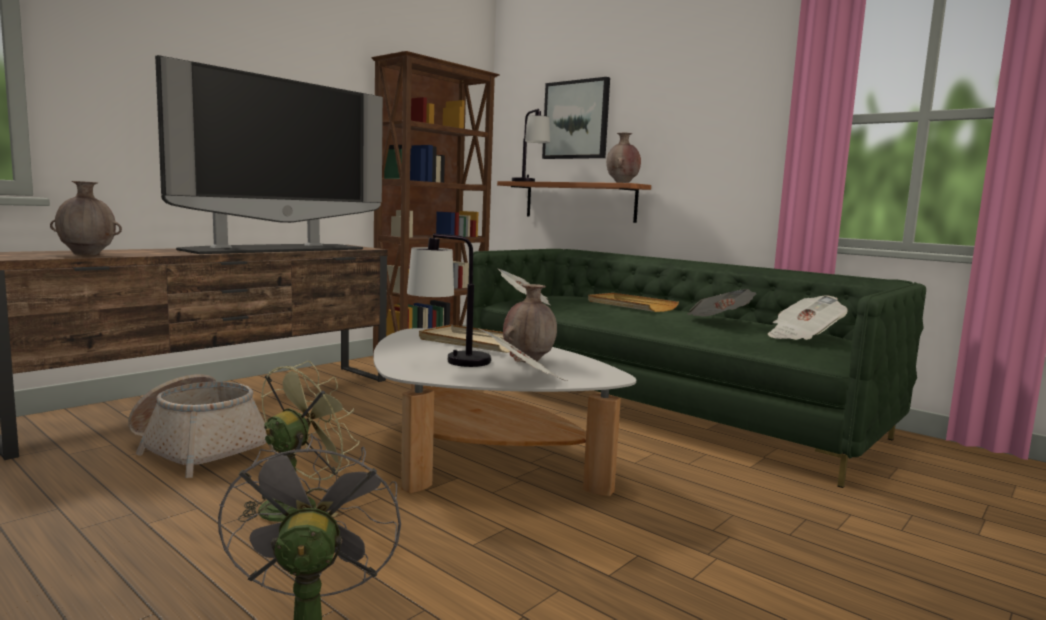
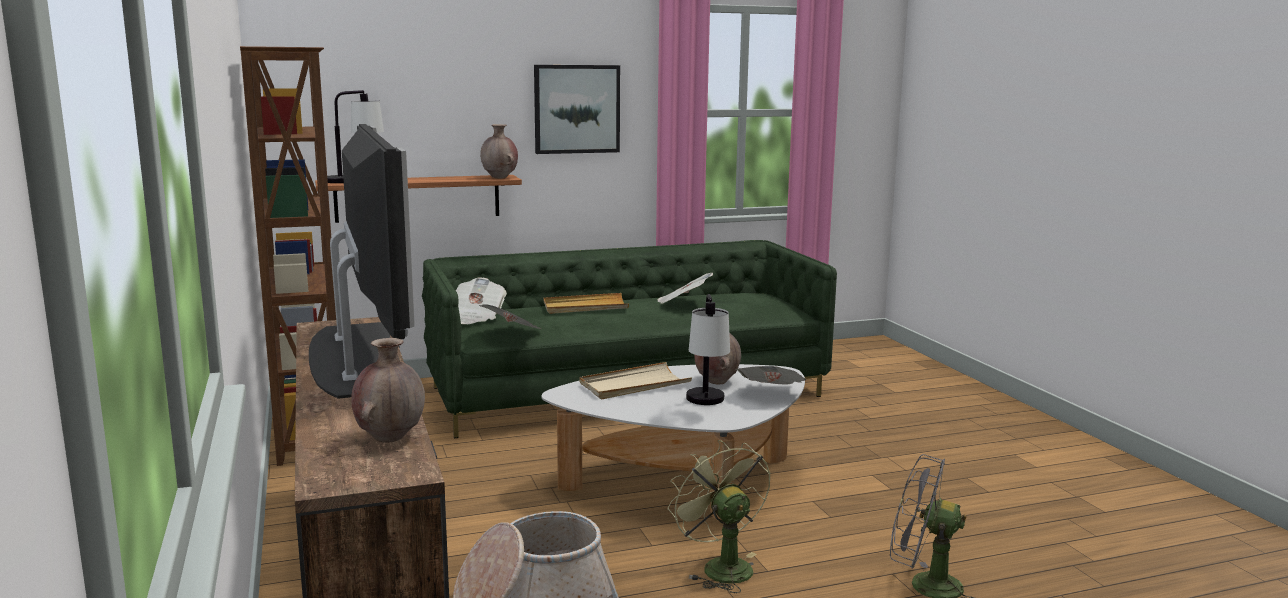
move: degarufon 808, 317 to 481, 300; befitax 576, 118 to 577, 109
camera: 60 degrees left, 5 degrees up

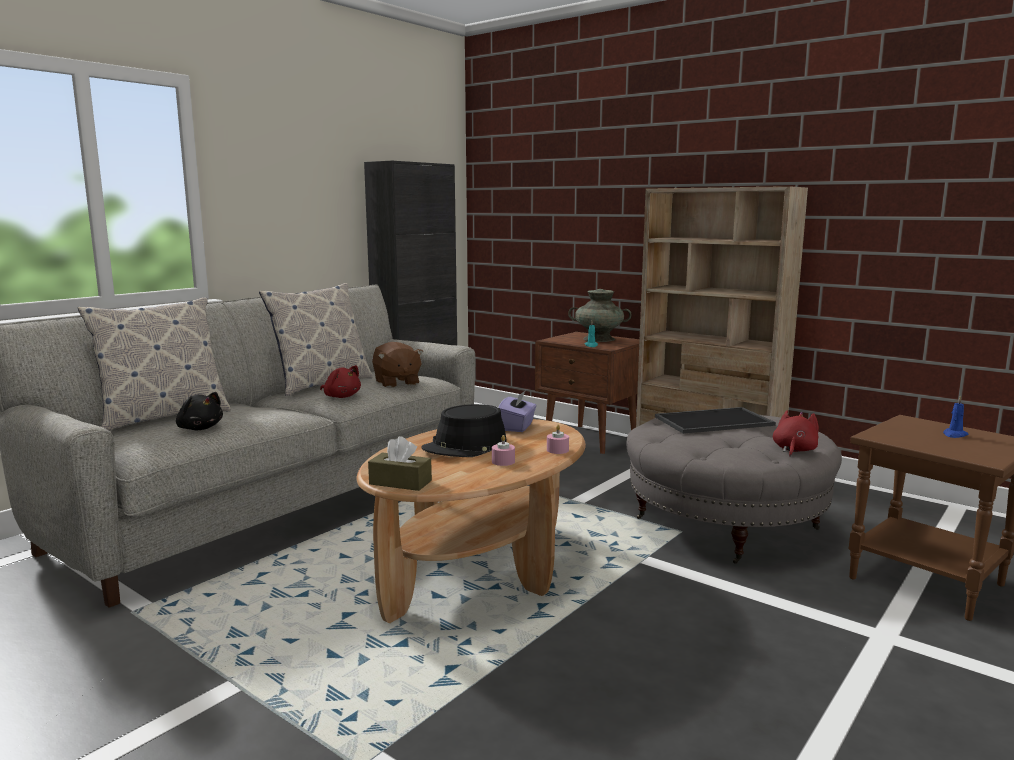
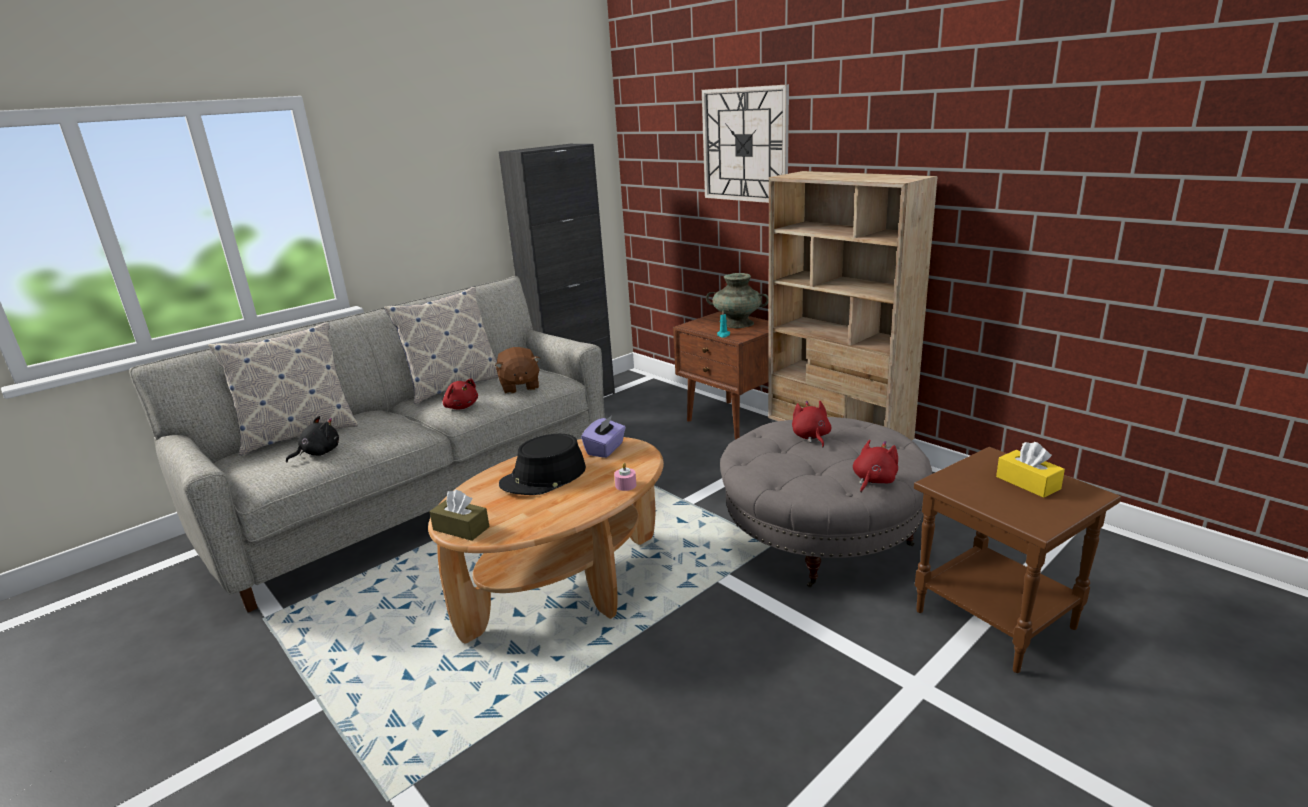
delete: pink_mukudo 503, 450
insert: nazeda 745, 143
replace: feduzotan 715, 420 to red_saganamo 811, 424; blue_mukudo 955, 416 to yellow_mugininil 1030, 470
rotate: black_saganamo 199, 411 = 312, 439 90 degrees counterclockwise
camera: 10 degrees right, 10 degrees up

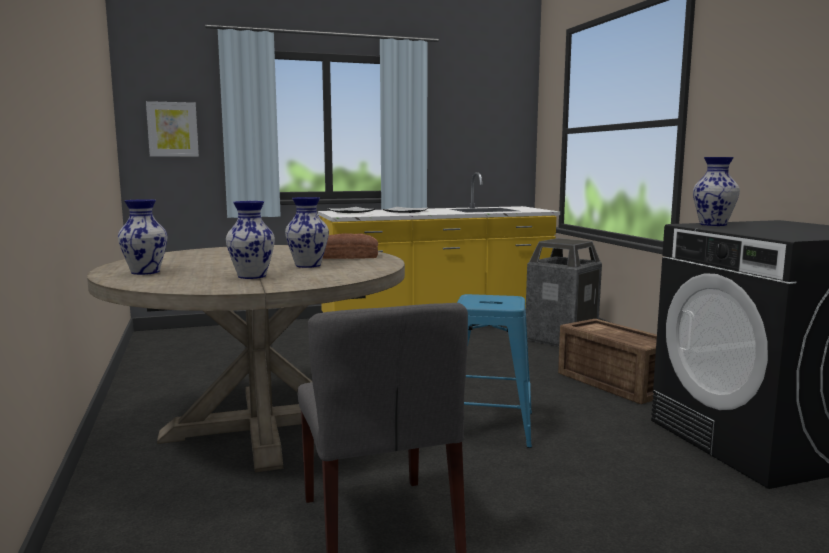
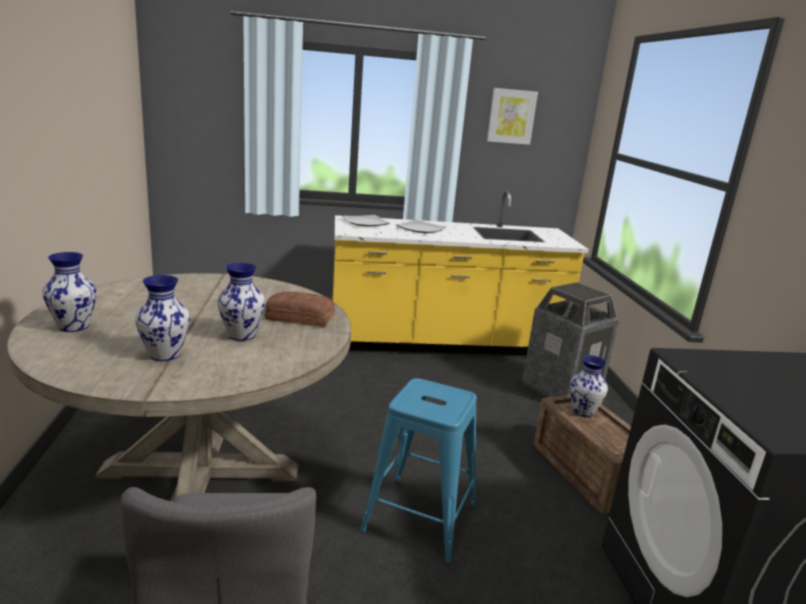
move: befitax 172, 129 to 512, 116; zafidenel 716, 191 to 589, 386
camera: 10 degrees right, 10 degrees up

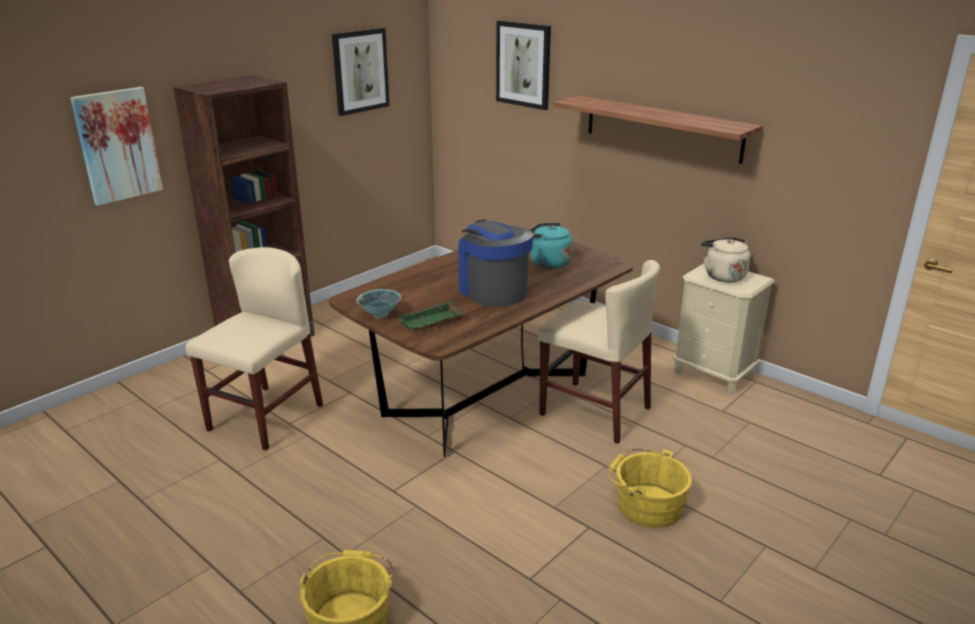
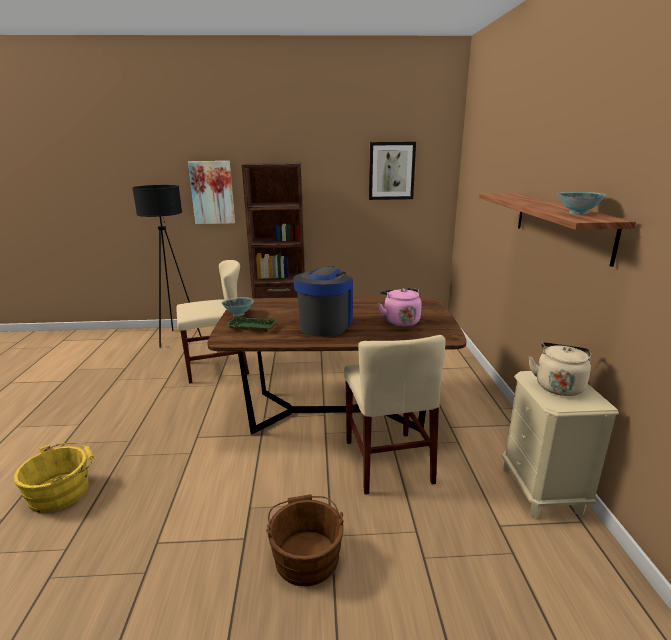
delete: befitax 523, 65
insert: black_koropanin 167, 266; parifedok 582, 203
recolor: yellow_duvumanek 650, 488 to brown_duvumanek 305, 540; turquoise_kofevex 551, 245 to pink_kofevex 400, 307
camera: 45 degrees right, 5 degrees down

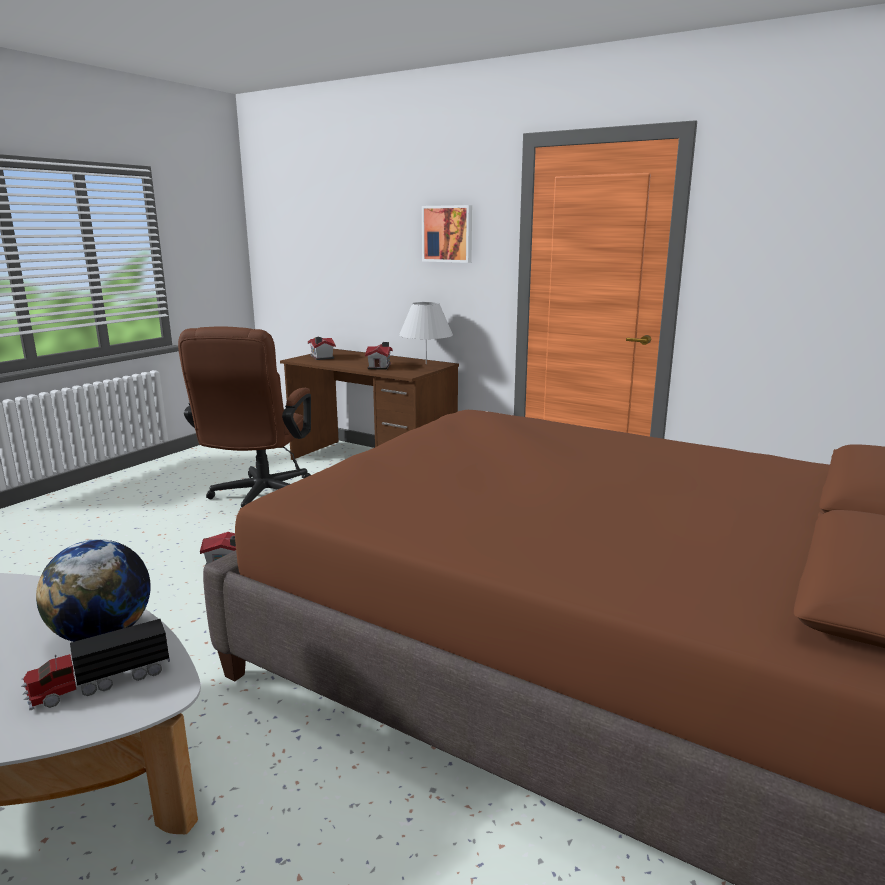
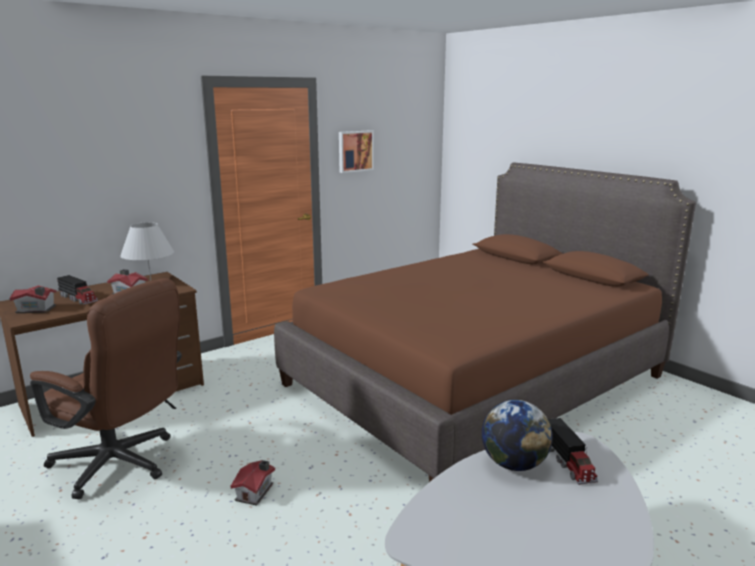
insert: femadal 77, 290
move: befitax 447, 234 to 356, 151
camera: 70 degrees left, 0 degrees up

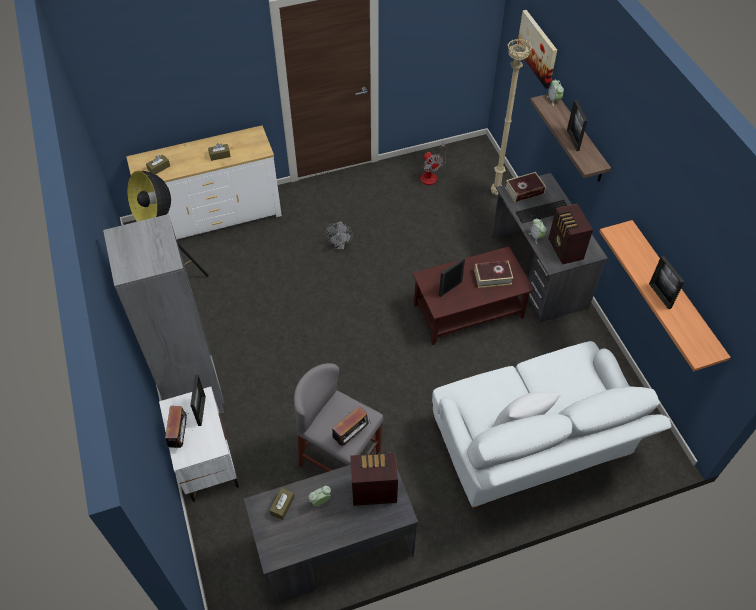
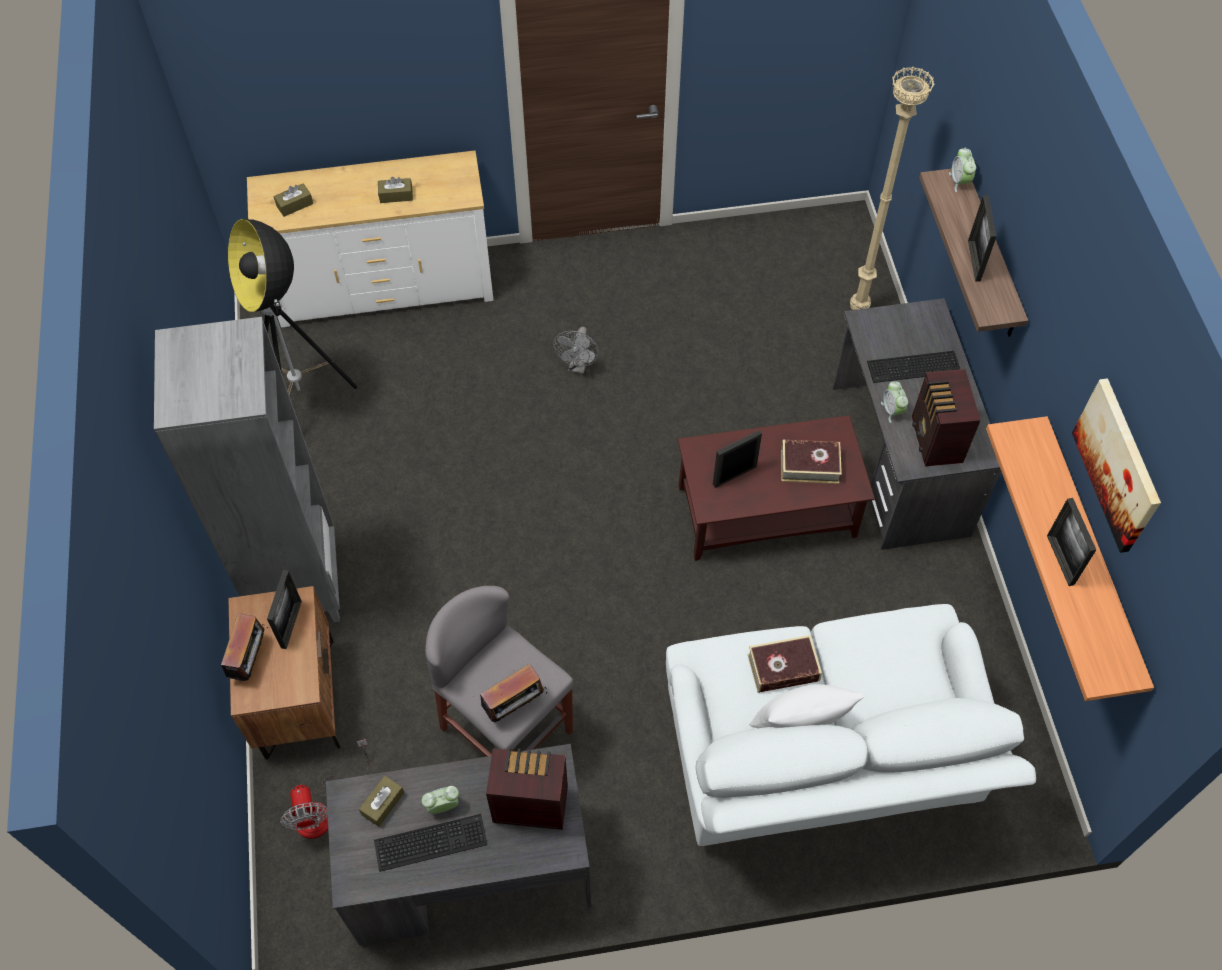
insert: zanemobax 430, 843
move: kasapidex 433, 163 to 324, 789; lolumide 525, 187 to 784, 664; befitax 537, 49 to 1116, 465
recolor: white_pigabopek 199, 444 to brown_pigabopek 284, 673
camera: 10 degrees right, 5 degrees up

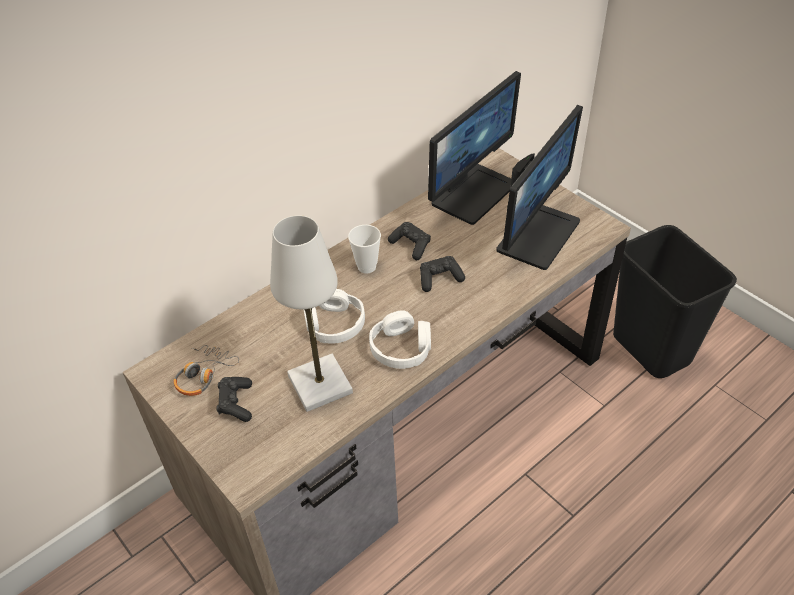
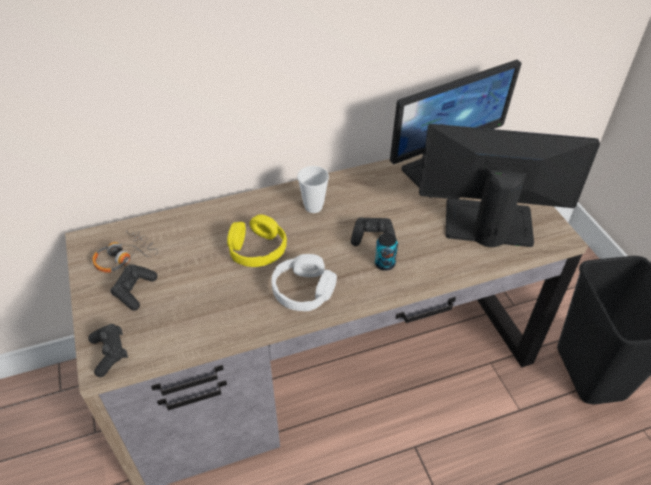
delete: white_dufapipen 311, 313
insert: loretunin 386, 252
move: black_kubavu 409, 241 to 108, 350
recolor: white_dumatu 334, 316 to yellow_dumatu 257, 240
rotate: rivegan 539, 187 = 509, 185 135 degrees counterclockwise
camera: 20 degrees right, 0 degrees up

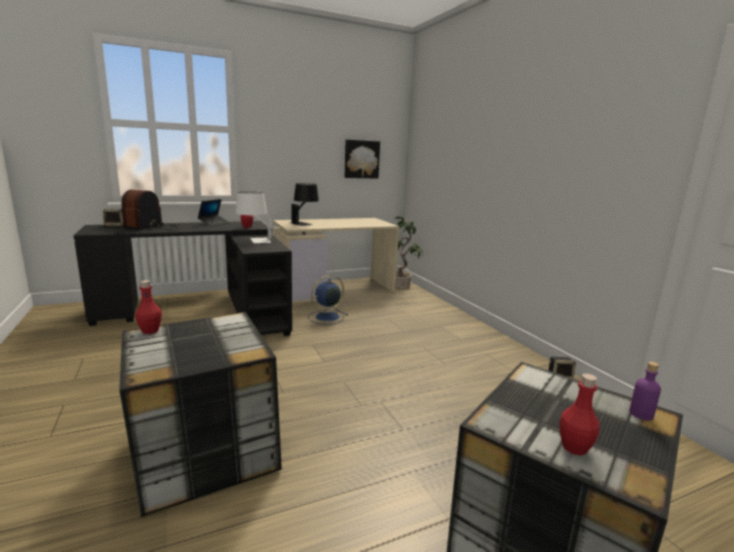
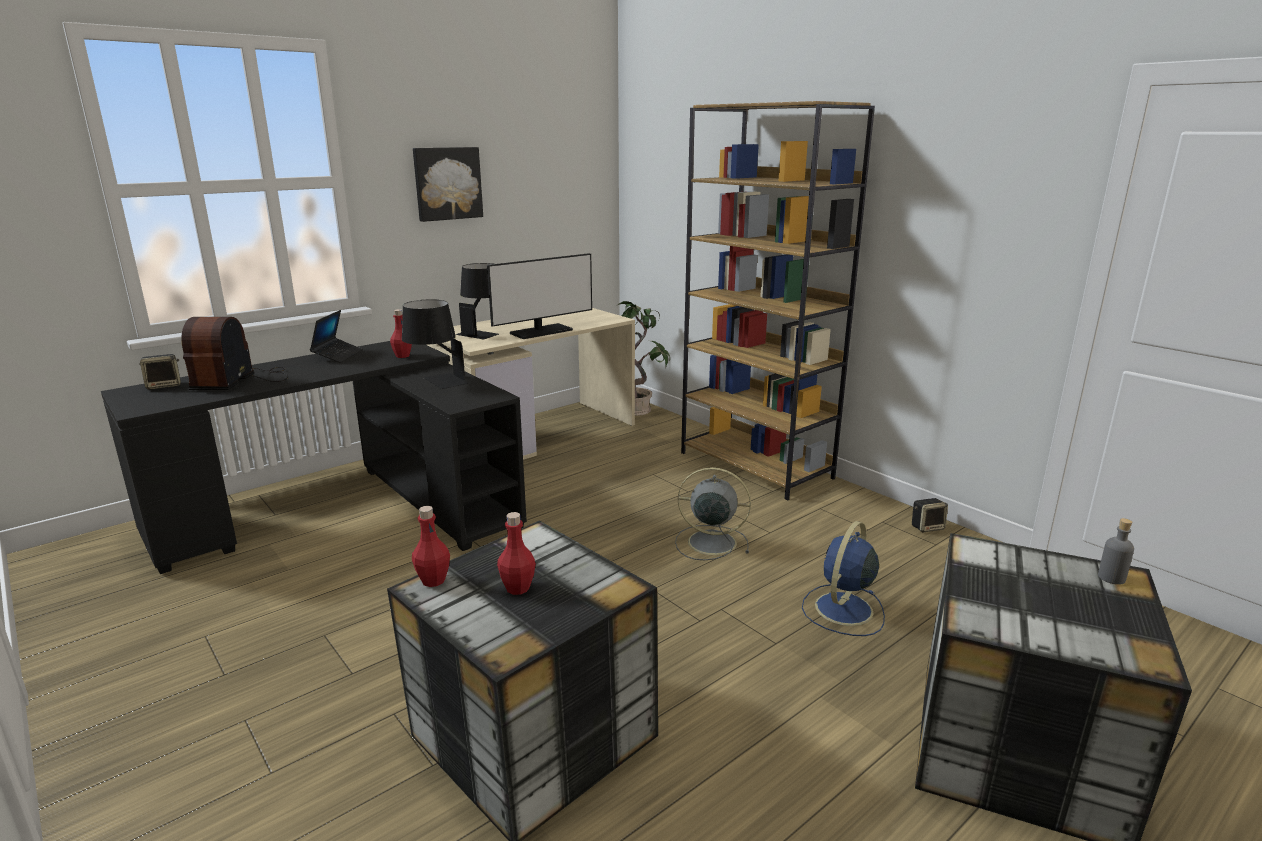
insert: rivegan 539, 296; grey_kasapidex 713, 513; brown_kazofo 778, 301
move: befitax 362, 159 to 448, 184; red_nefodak 580, 414 to 516, 553; blue_kasapidex 328, 300 to 843, 578
recolor: white_dufapipen 253, 217 to black_dufapipen 435, 344; purple_nefodak 645, 391 to grey_nefodak 1116, 551
camera: 15 degrees left, 5 degrees up

